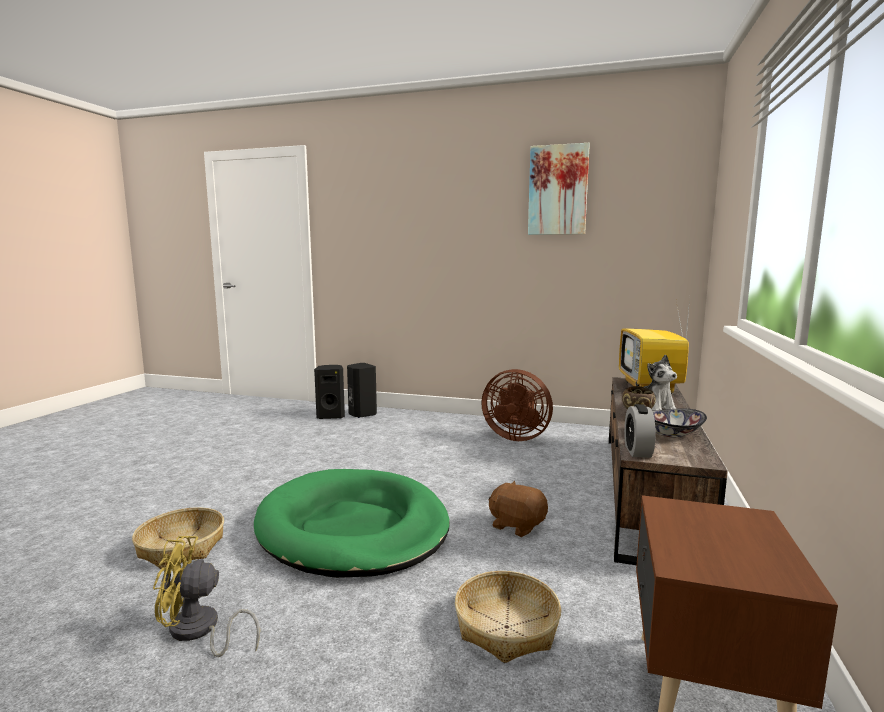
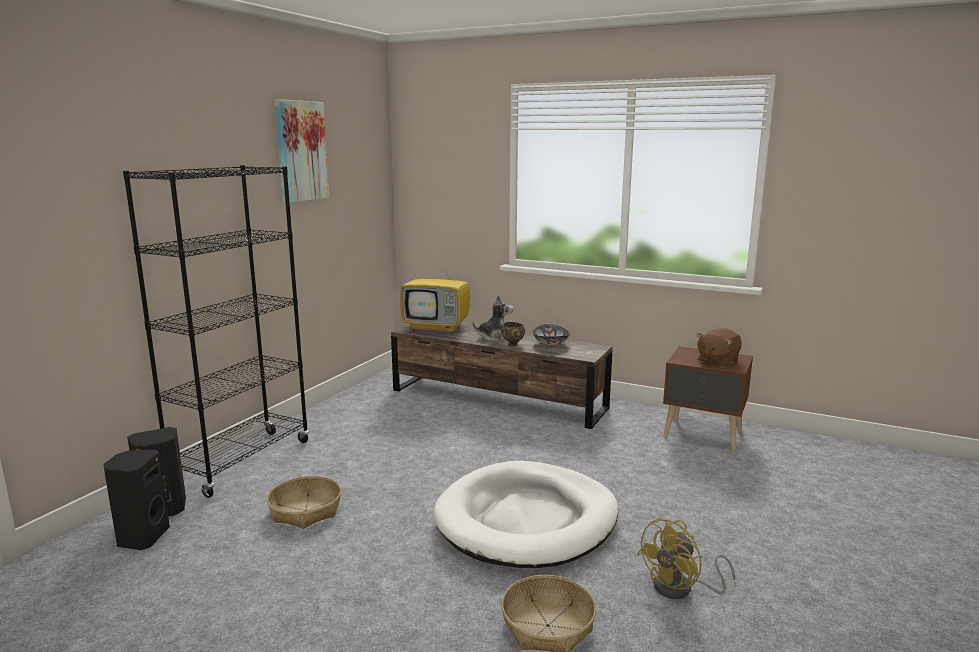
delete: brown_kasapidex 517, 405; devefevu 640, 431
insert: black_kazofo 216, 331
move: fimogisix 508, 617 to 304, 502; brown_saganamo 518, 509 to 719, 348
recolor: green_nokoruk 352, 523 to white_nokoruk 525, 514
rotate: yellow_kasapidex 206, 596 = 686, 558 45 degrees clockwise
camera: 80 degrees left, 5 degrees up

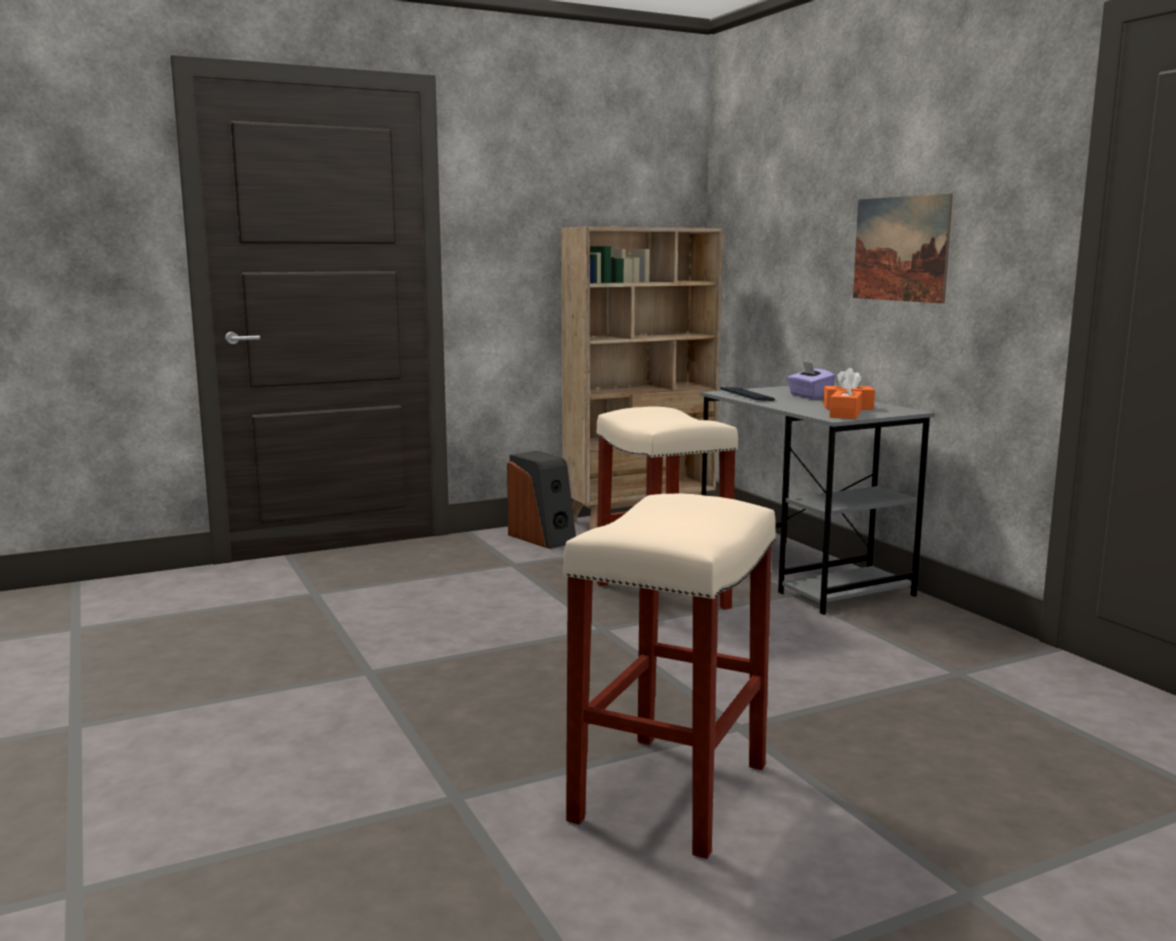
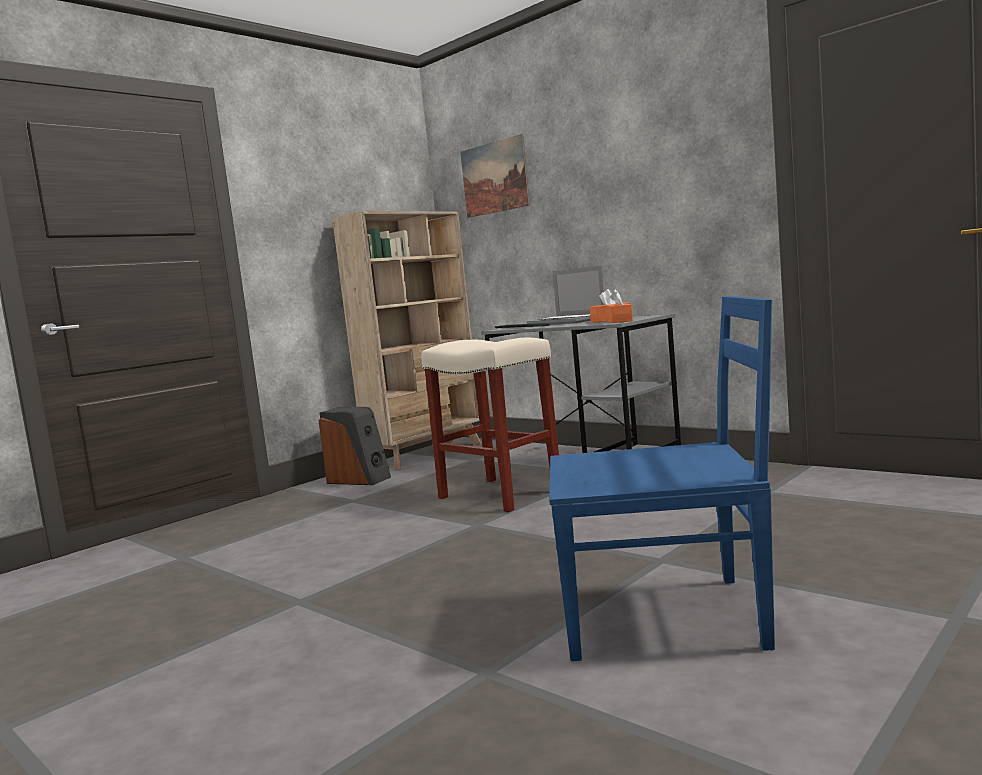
move: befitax 903, 248 to 495, 176
replace: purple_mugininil 811, 380 to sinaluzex 565, 295; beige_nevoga 669, 676 to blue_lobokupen 662, 478
camera: 20 degrees left, 5 degrees down

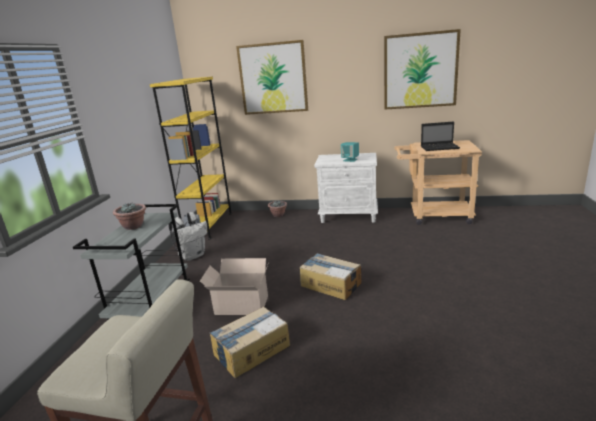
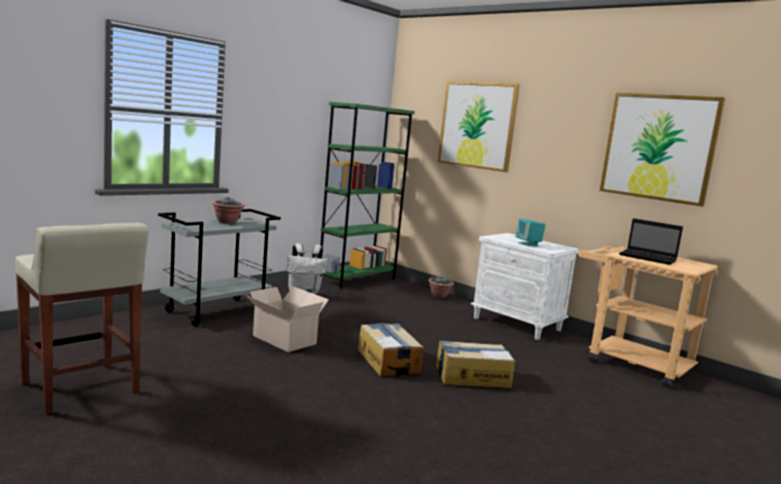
move: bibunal 249, 342 to 475, 364
recolor: yellow_kazofo 191, 157 to green_kazofo 367, 196
camera: 30 degrees right, 10 degrees down

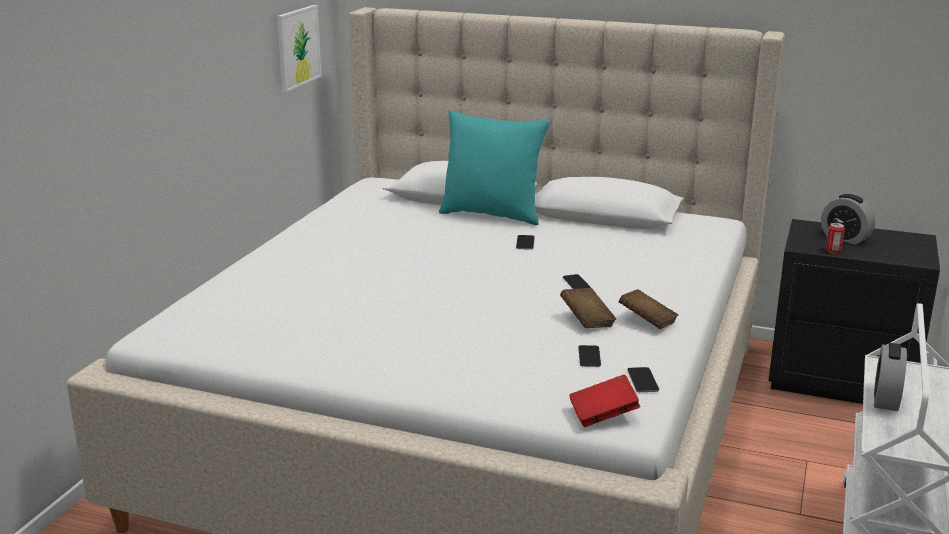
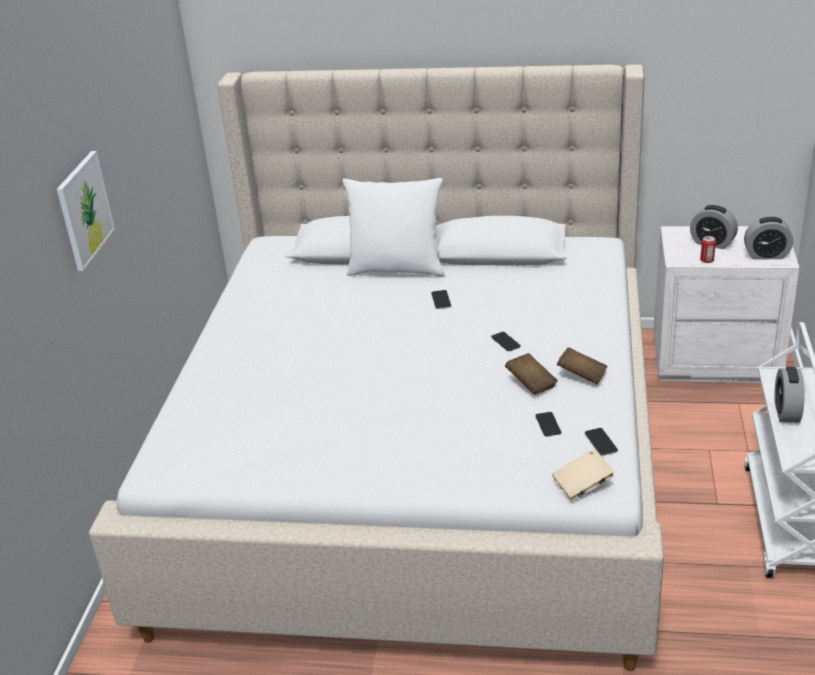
insert: devefevu 768, 238
move: befitax 299, 48 to 86, 211
recolor: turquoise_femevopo 494, 167 to white_femevopo 394, 227; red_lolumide 604, 400 to beige_lolumide 583, 474; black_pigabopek 854, 311 to white_pigabopek 727, 304
camera: 10 degrees left, 10 degrees up

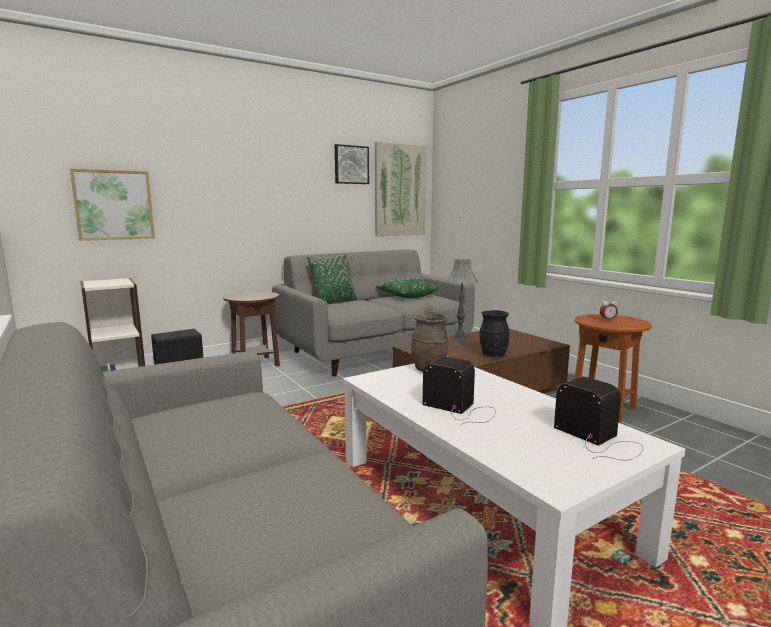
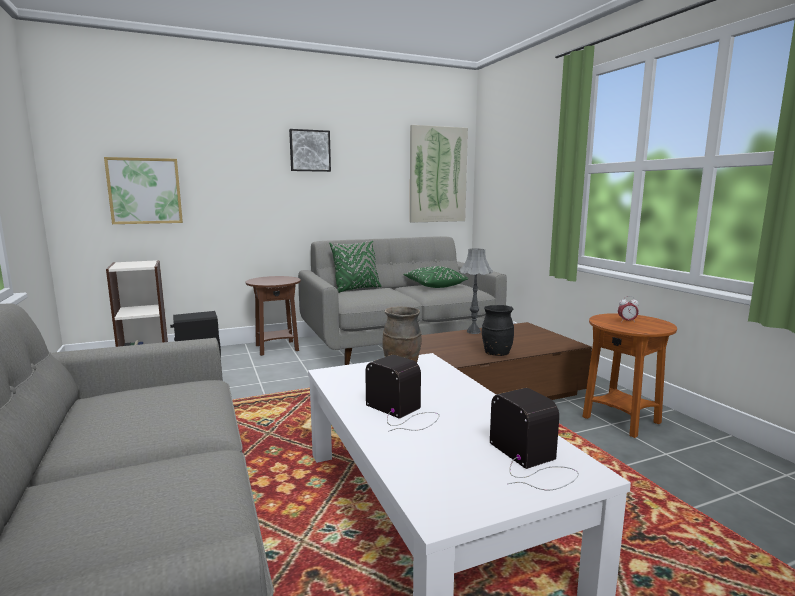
move: befitax 352, 164 to 310, 150
camera: 10 degrees right, 0 degrees up

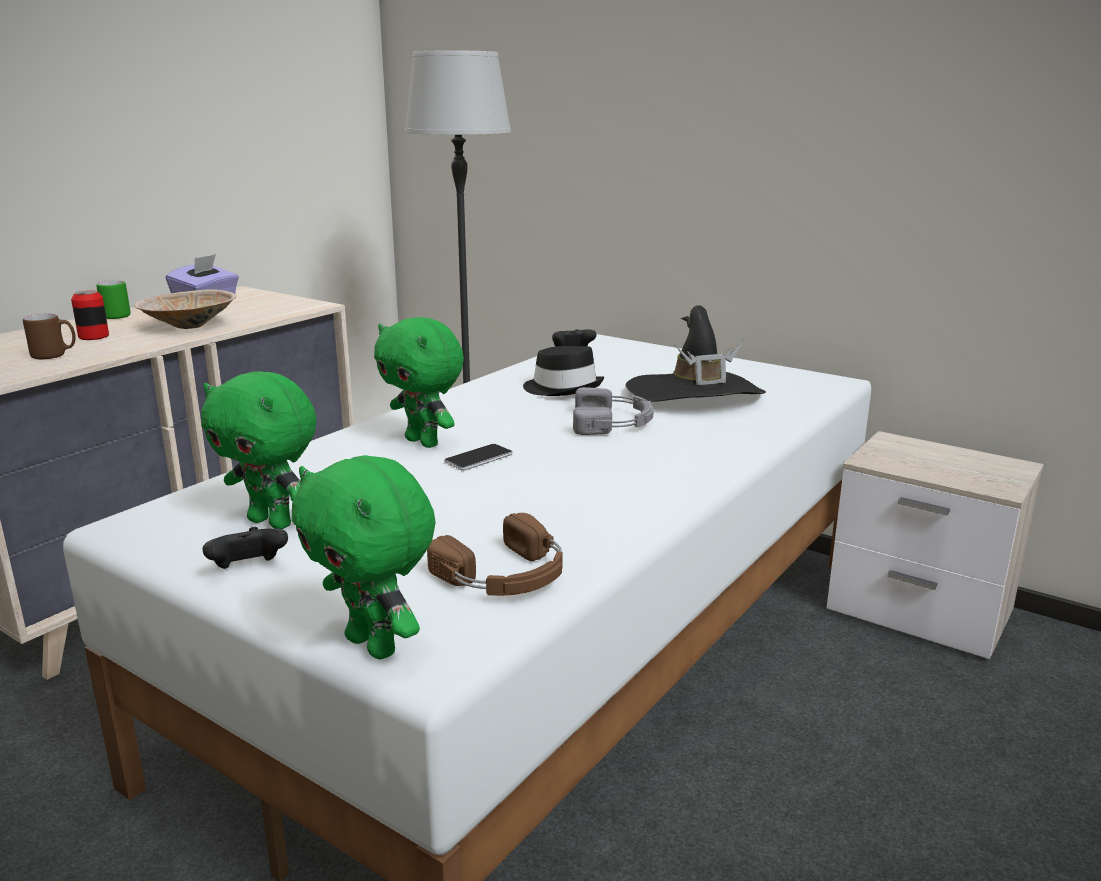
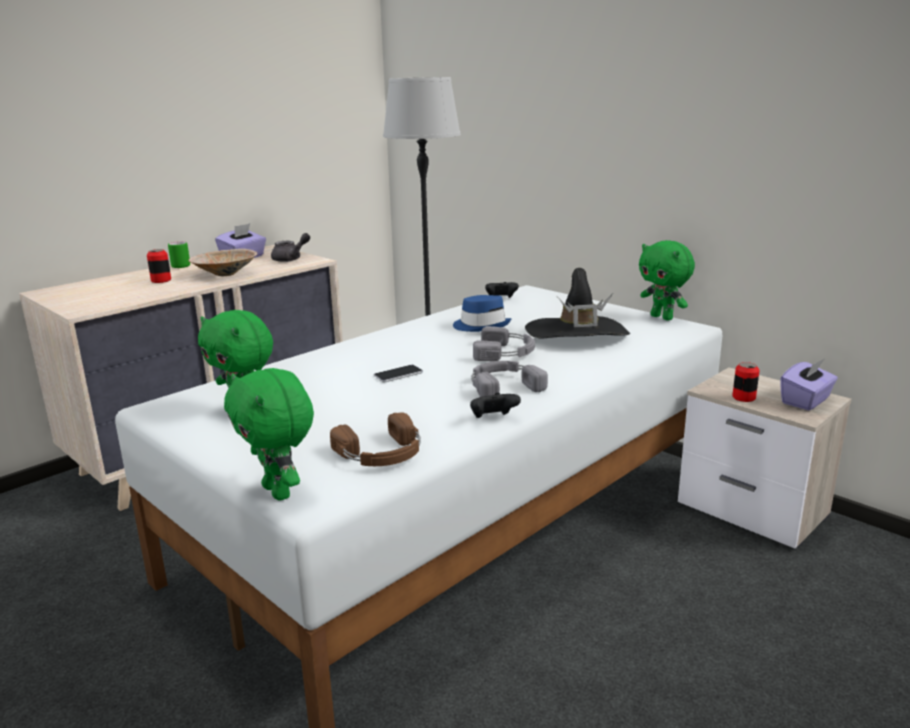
delete: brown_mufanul 49, 336
insert: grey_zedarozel 290, 247; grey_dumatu 509, 379; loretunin 746, 382; purple_mugininil 809, 385
move: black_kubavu 245, 548 to 495, 405; green_saganamo 419, 382 to 667, 280
recolor: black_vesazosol 563, 371 to blue_vesazosol 482, 313
camera: 10 degrees right, 0 degrees up

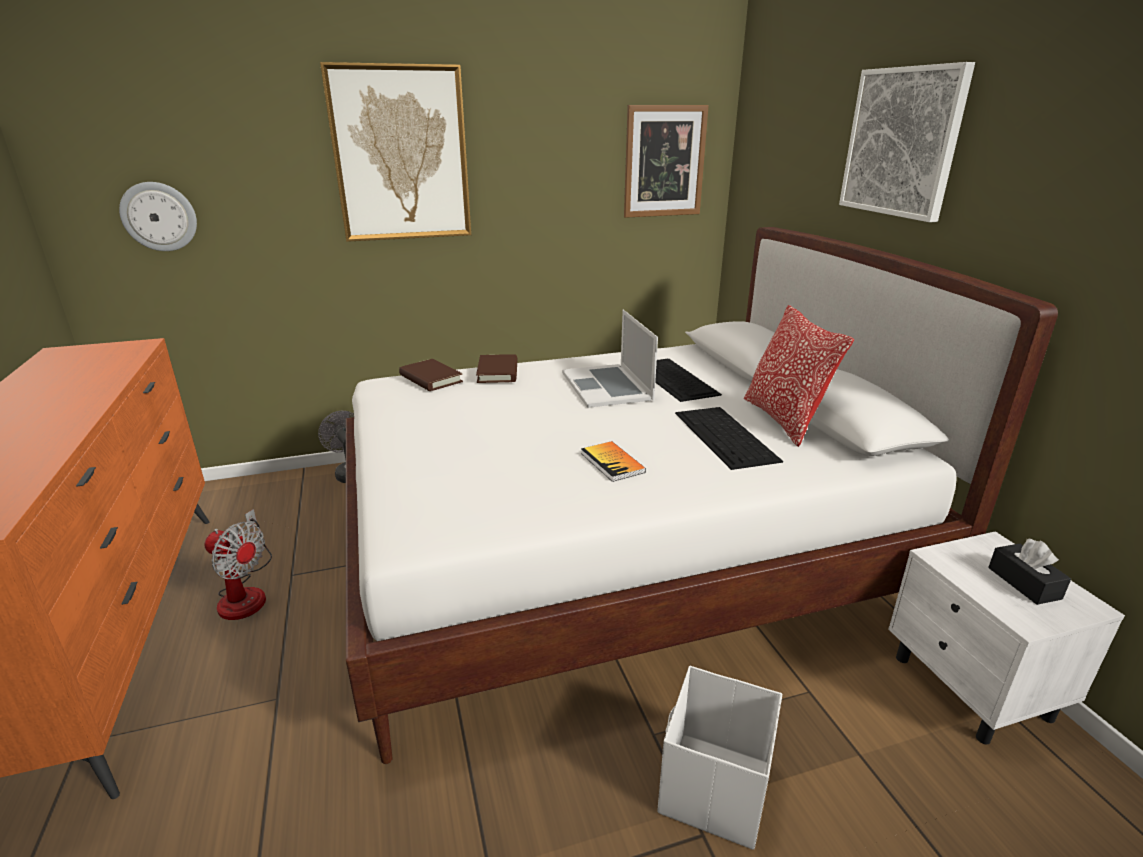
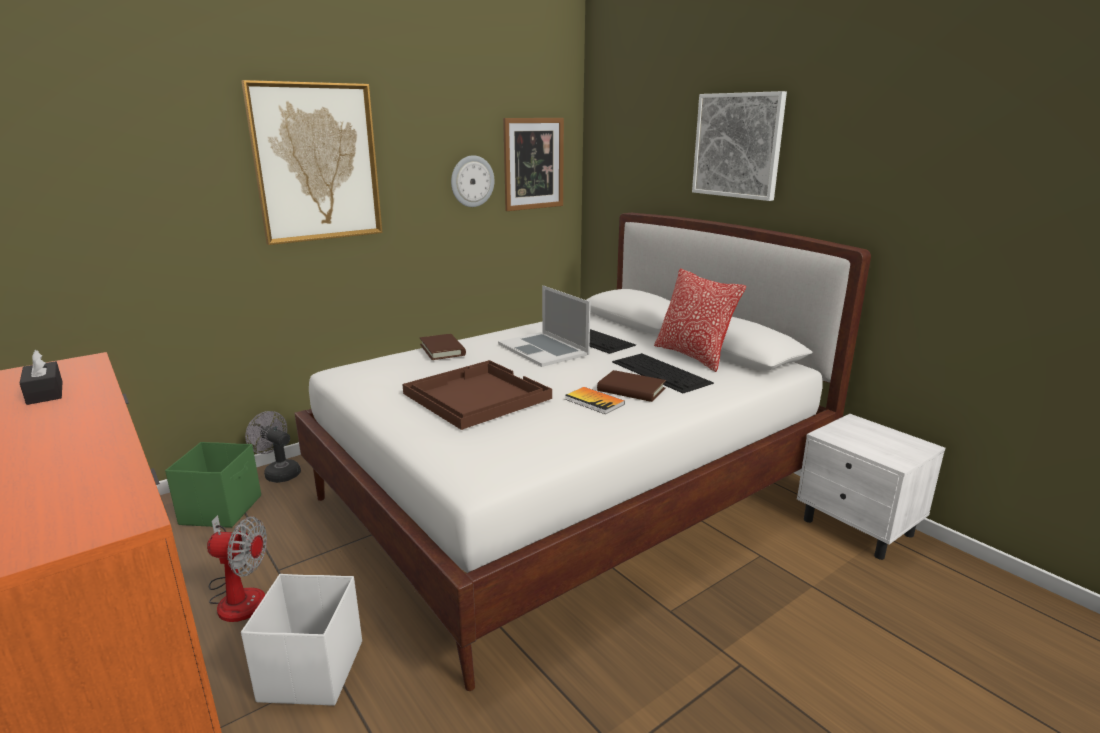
insert: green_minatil 213, 485; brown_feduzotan 477, 395
move: black_mugininil 1029, 572 to 41, 377; white_minatil 719, 758 to 301, 640; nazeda 158, 216 to 472, 181; brown_lolumide 431, 375 to 631, 386
camera: 20 degrees left, 5 degrees down

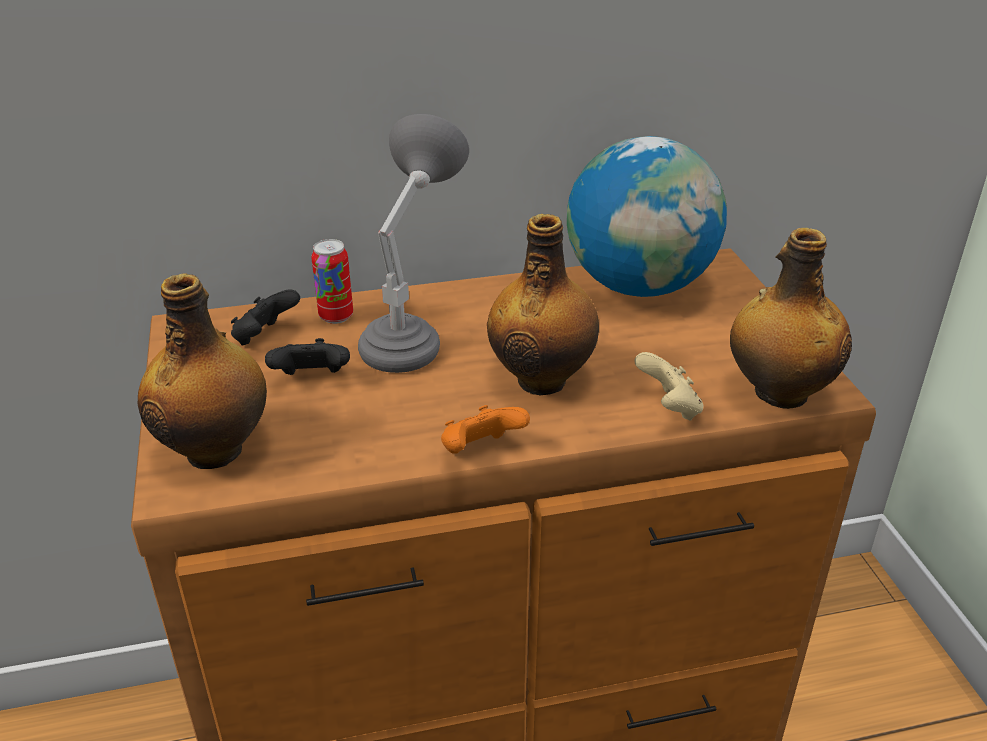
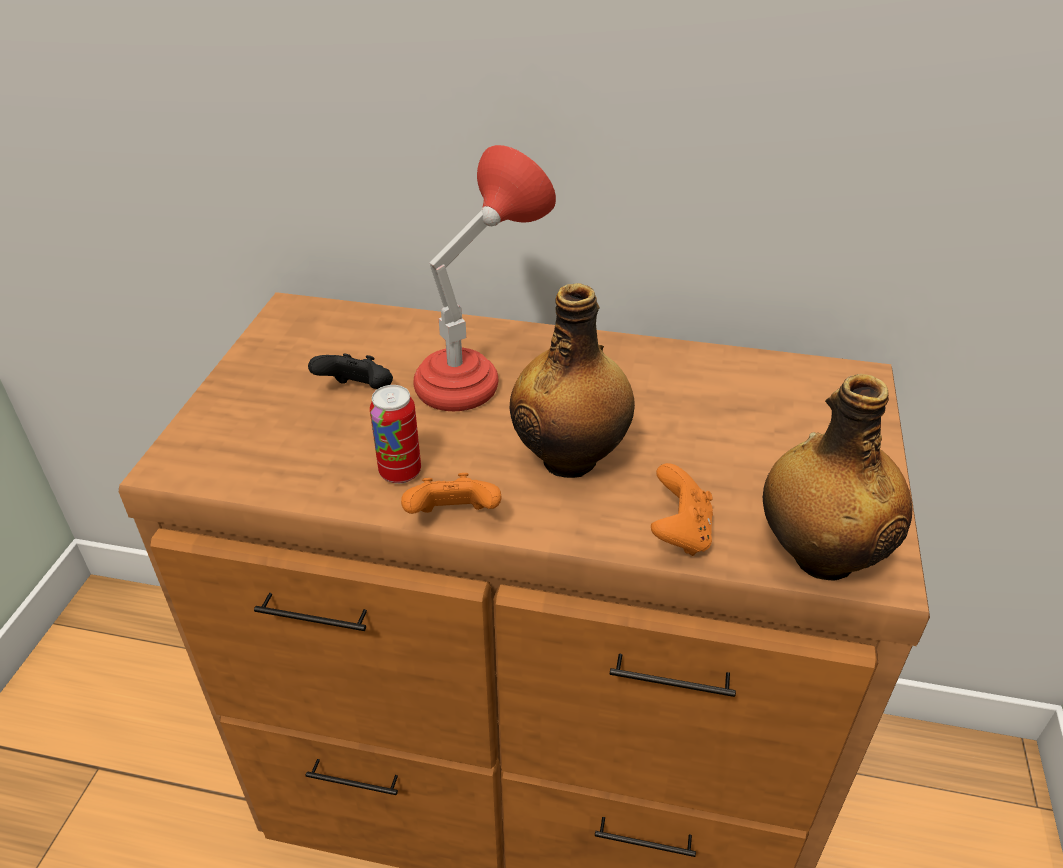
delete: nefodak 202, 371; black_kubavu 265, 317; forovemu 647, 216
move: loretunin 332, 281 to 395, 434
recolor: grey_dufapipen 413, 243 to red_dufapipen 484, 278; beige_kubavu 668, 386 to orange_kubavu 682, 509
camera: 25 degrees right, 5 degrees up

